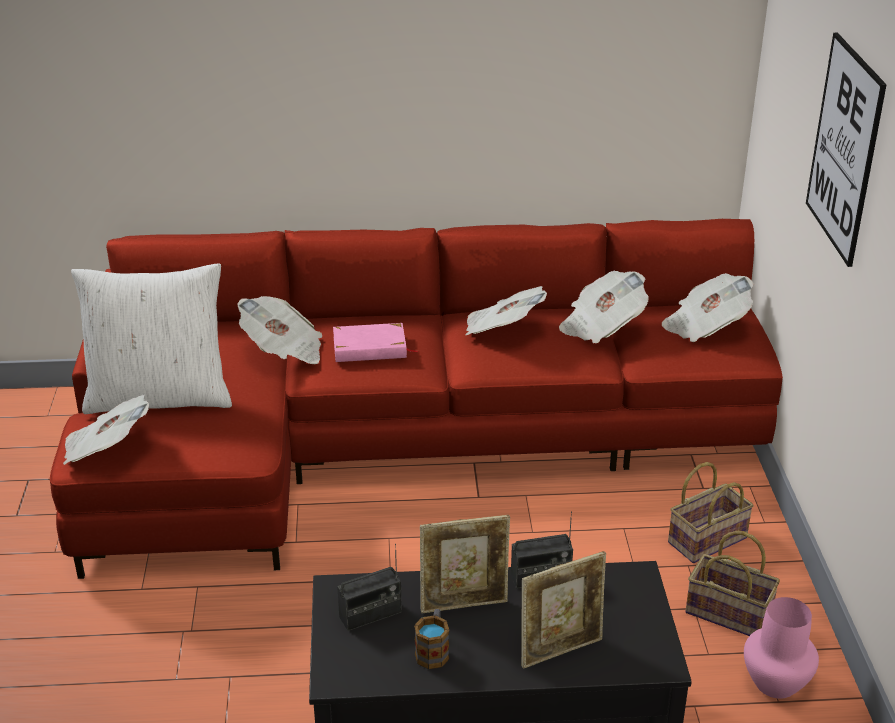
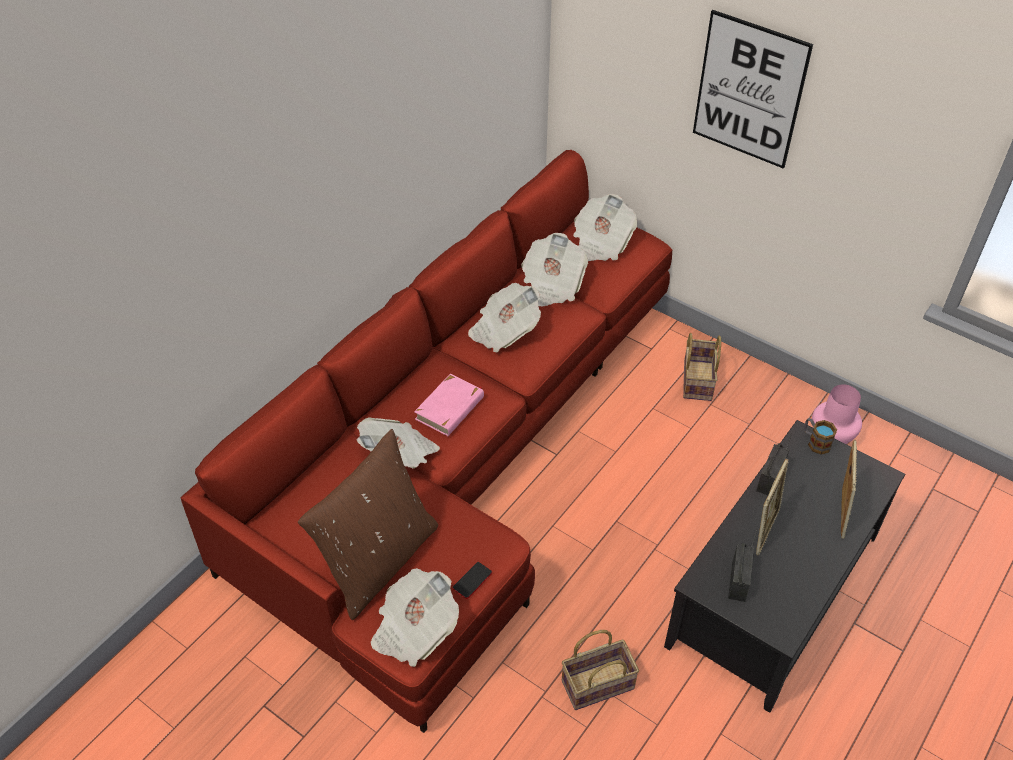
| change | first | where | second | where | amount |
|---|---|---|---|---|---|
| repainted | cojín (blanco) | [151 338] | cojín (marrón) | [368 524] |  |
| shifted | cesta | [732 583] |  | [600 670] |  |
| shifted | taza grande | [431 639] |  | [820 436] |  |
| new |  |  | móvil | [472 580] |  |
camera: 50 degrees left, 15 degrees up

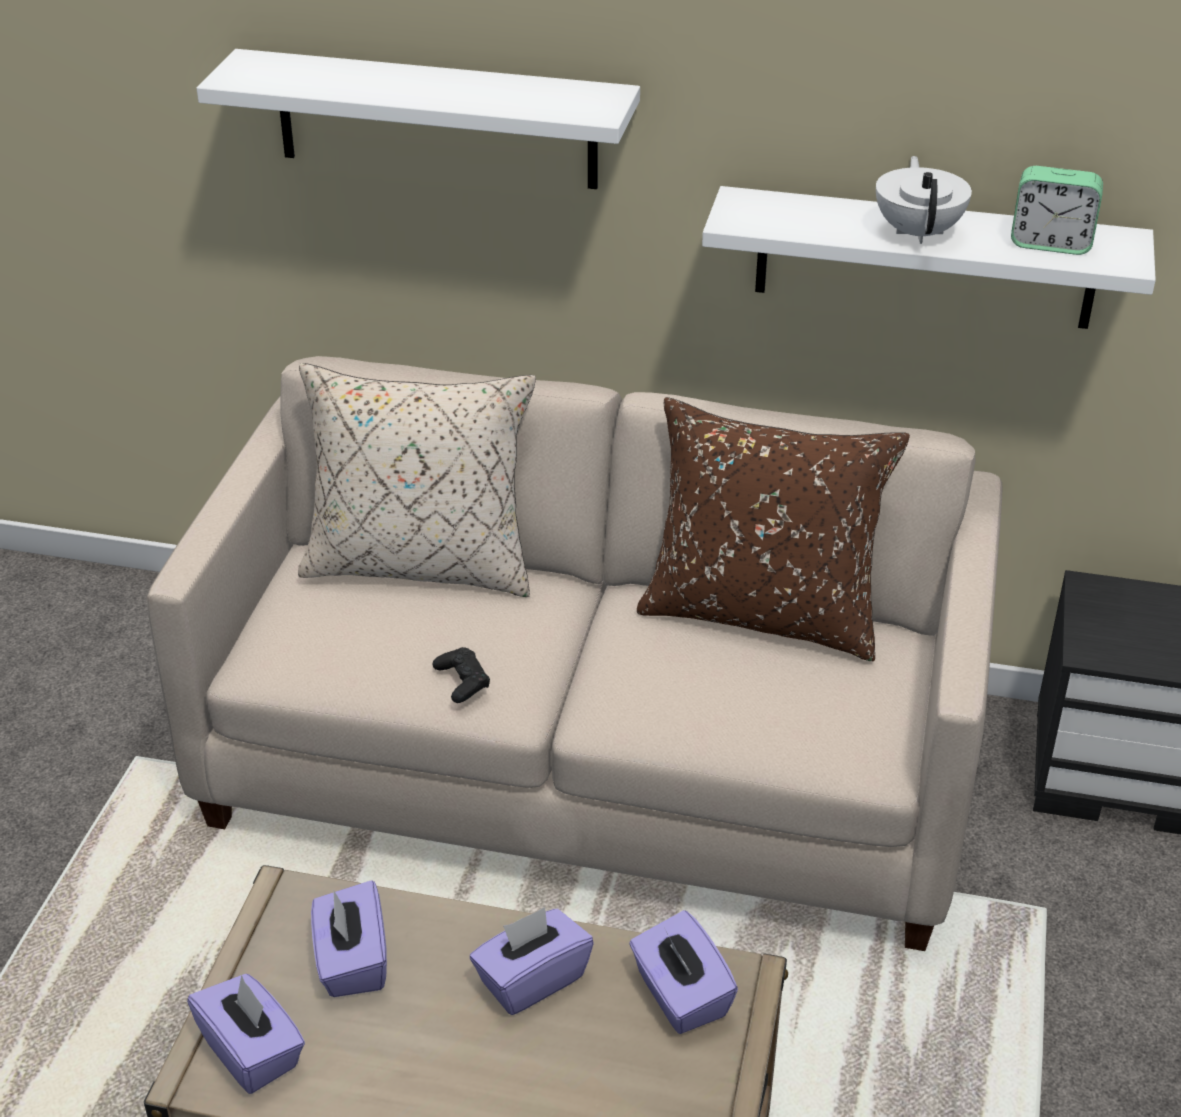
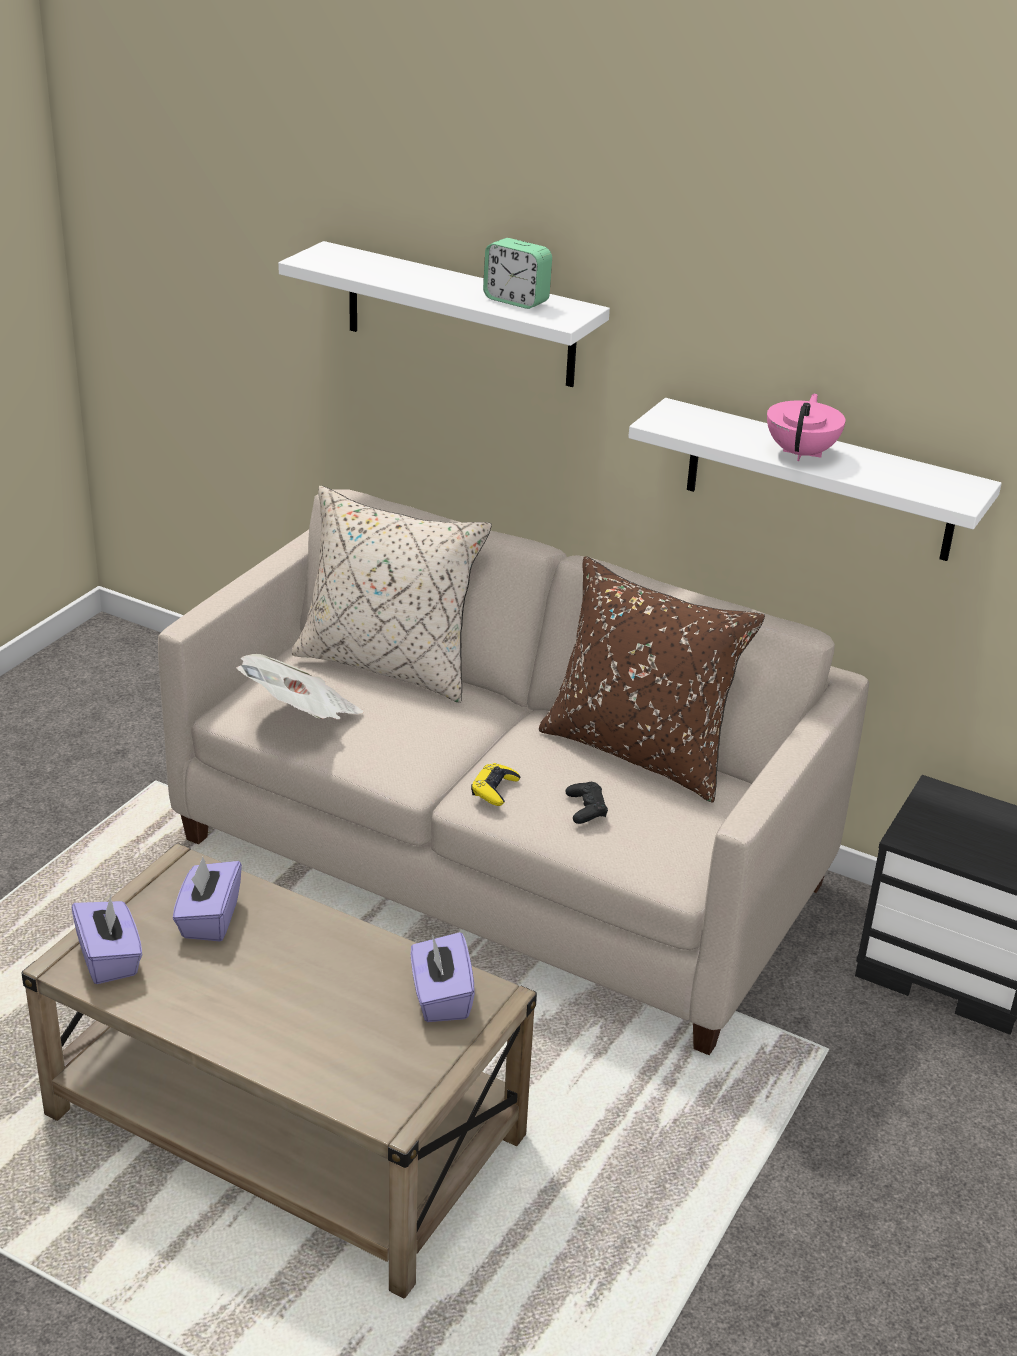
| change | first | where | second | where | amount |
|---|---|---|---|---|---|
| repainted | tetera (blanco) | [924 200] | tetera (rosa) | [806 427] |  |
| shifted | despertador | [1057 210] |  | [517 273] |  |
| shifted | mando de consola (negro) | [461 675] |  | [586 803] |  |
| gone | caja de pañuelos (morado) | [532 961] |  |  |  |
| new |  |  | periódico | [300 686] |  |
| new |  |  | mando de consola (amarillo) | [495 784] |  |
camera: 15 degrees right, 5 degrees down

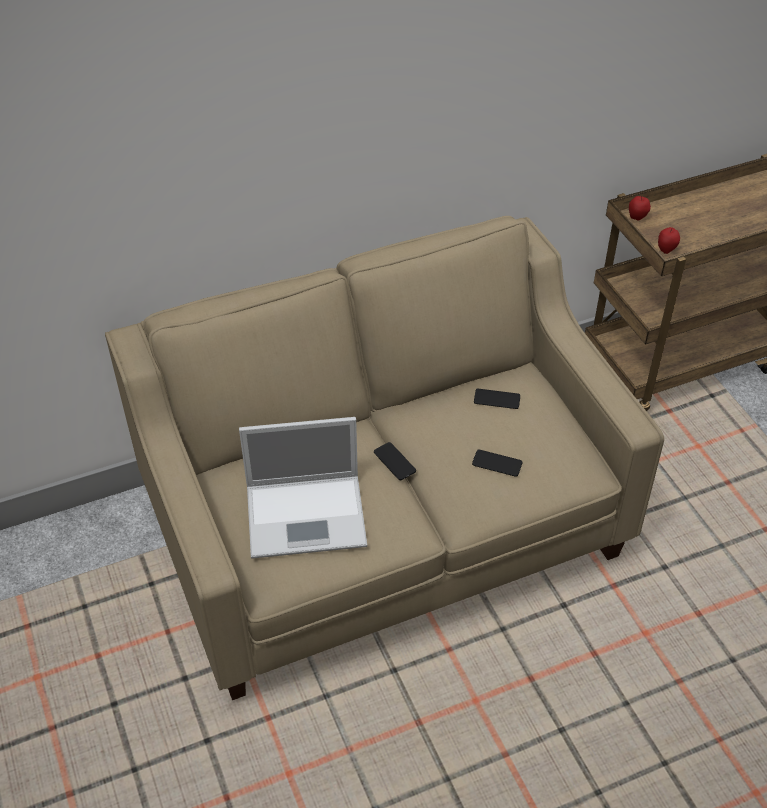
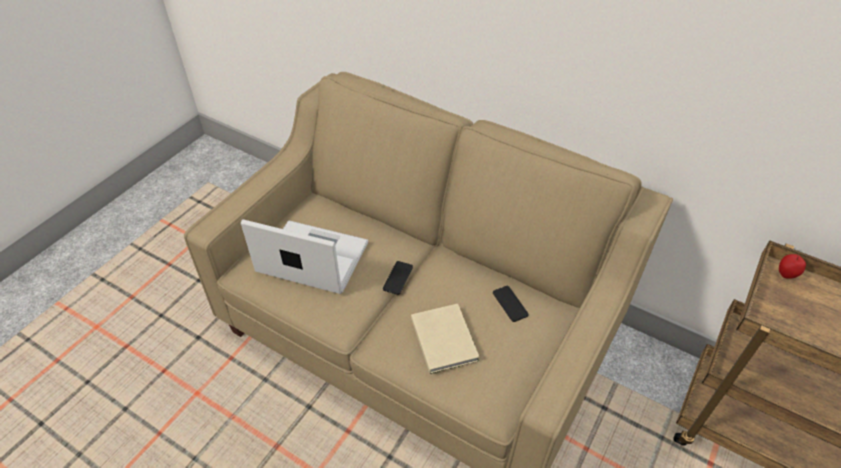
| change | first | where | second | where | amount |
|---|---|---|---|---|---|
| gone | manzana | [669 240] |  |  |  |
| rotated | portátil | [303 488] |  | [304 256] | 150 degrees clockwise |
| swapped | móvil | [497 463] | libro (beis) | [445 339] |  |
camera: 55 degrees right, 0 degrees up

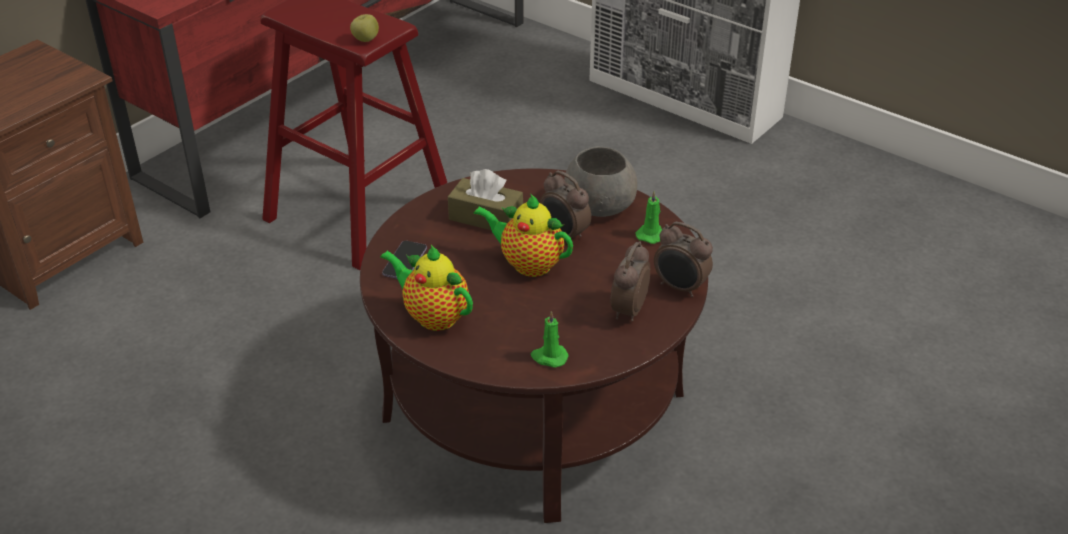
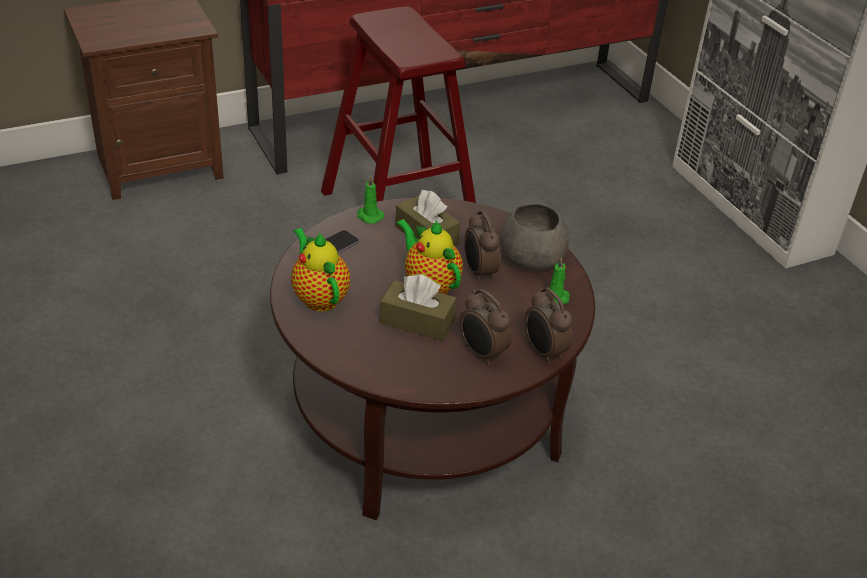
| change | first | where | second | where | amount |
|---|---|---|---|---|---|
| gone | manzana | [364 28] |  |  |  |
| rotated | despertador | [630 281] |  | [485 327] | 90 degrees counterclockwise |
| shifted | vela (verde) | [550 339] |  | [370 200] |  |
| new |  |  | caja de pañuelos (marrón) | [418 307] |  |
camera: 25 degrees right, 0 degrees up

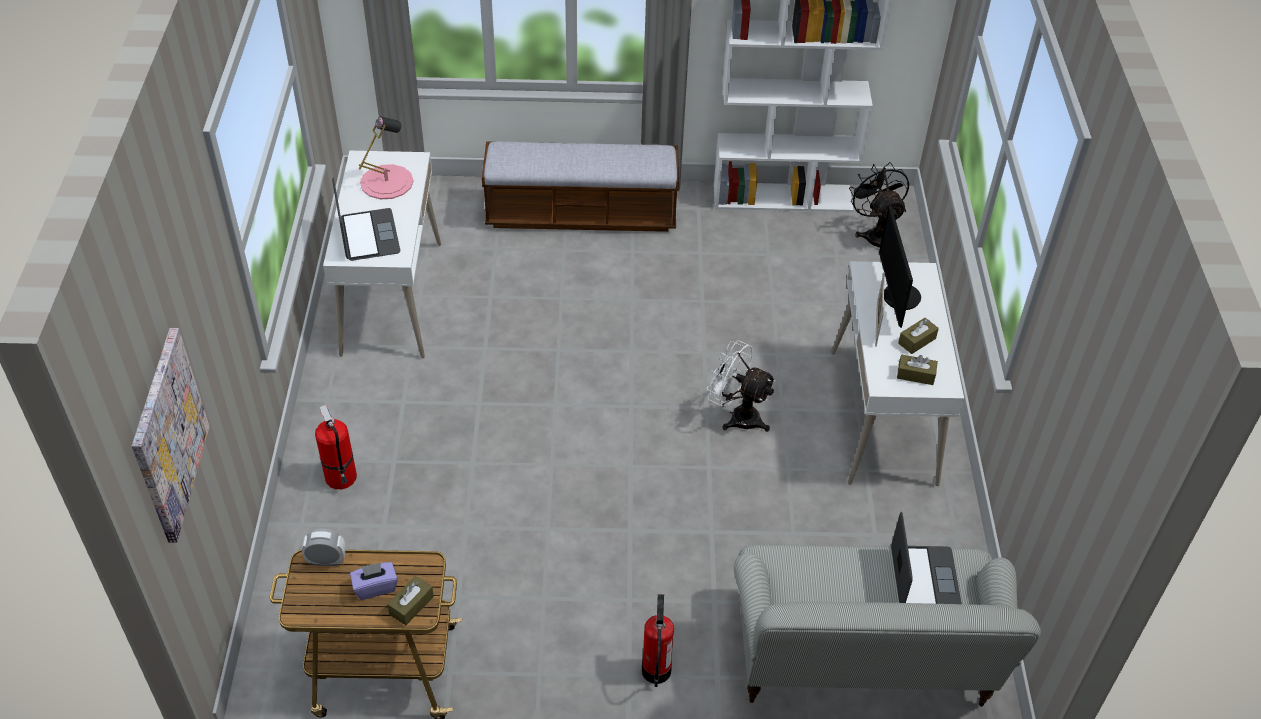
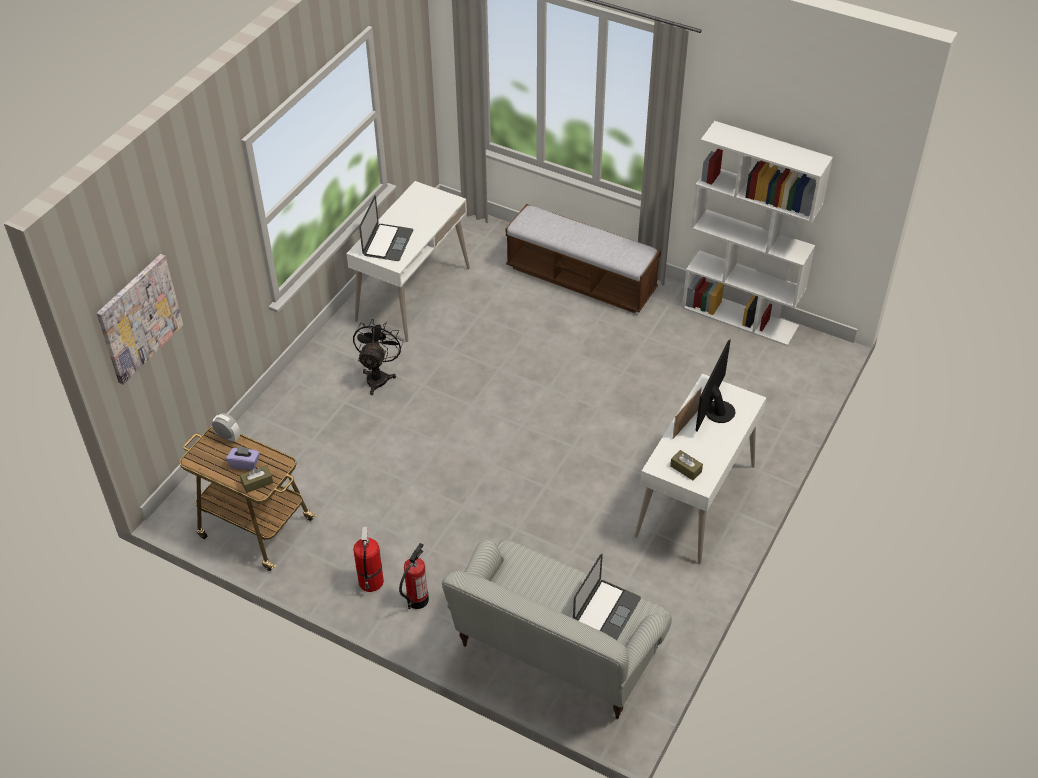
| change | first | where | second | where | amount |
|---|---|---|---|---|---|
| gone | lámpara de mesa (rosa) | [386 157] |  |  |  |
| shifted | ventilador (negro) | [879 205] |  | [378 357] |  |
| gone | caja de pañuelos (marrón) | [918 336] |  |  |  |
| gone | ventilador (blanco) | [741 386] |  |  |  |
| shifted | extintor | [336 447] |  | [368 559] |  |
camera: 30 degrees right, 0 degrees up

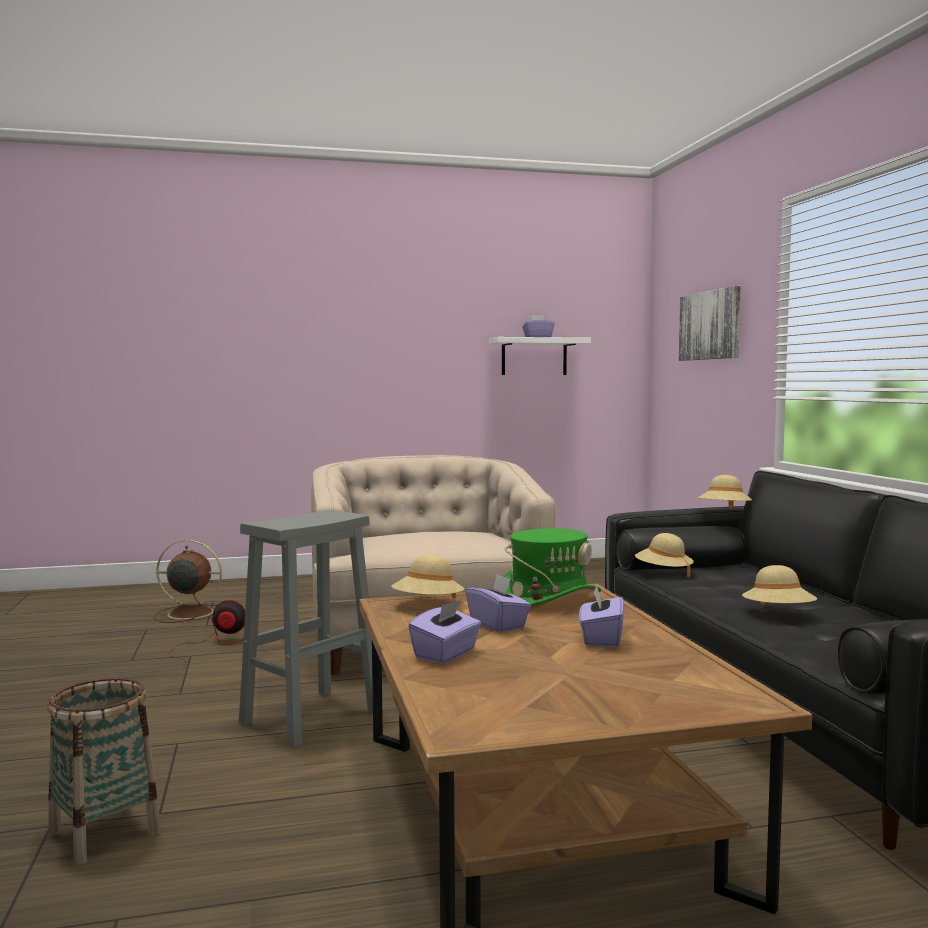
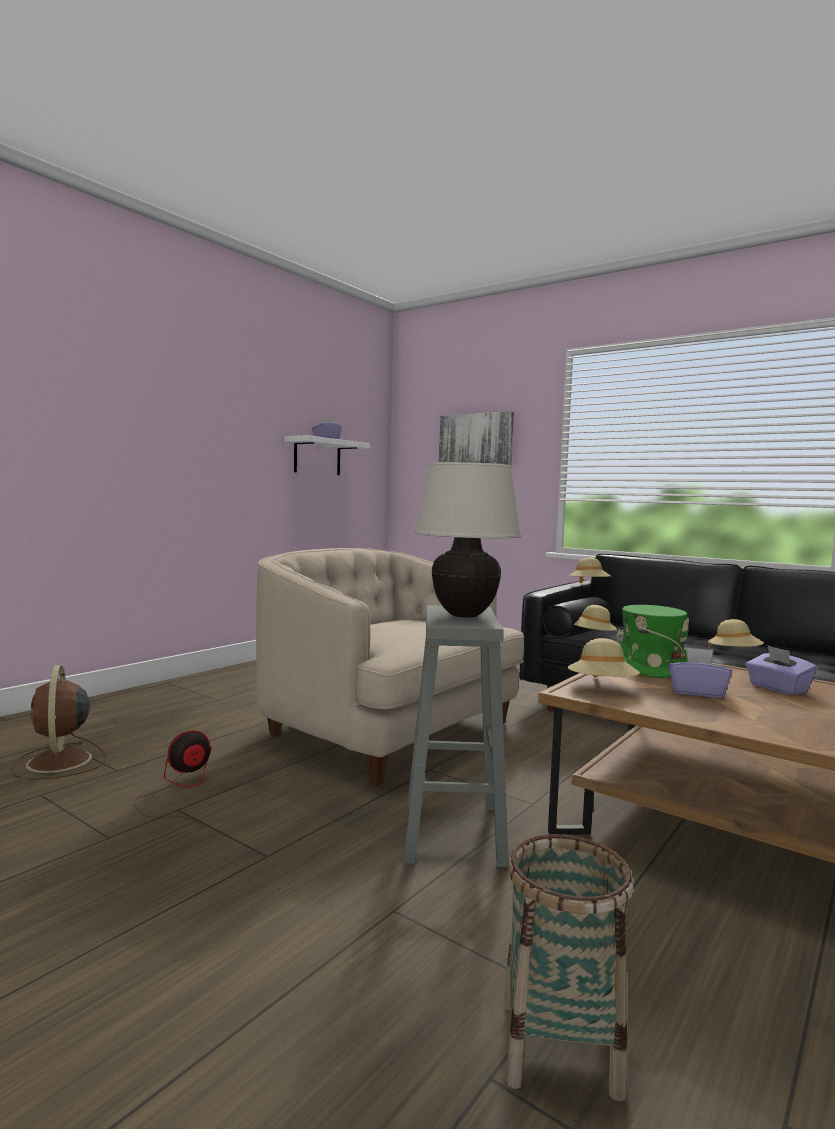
| change | first | where | second | where | amount |
|---|---|---|---|---|---|
| rotated | ventilador (marrón) | [188 581] |  | [58 722] | 75 degrees counterclockwise |
| gone | caja de pañuelos (morado) | [444 631] |  |  |  |
| new |  |  | lámpara de mesa (beis) | [468 540] |  |
camera: 40 degrees left, 0 degrees up

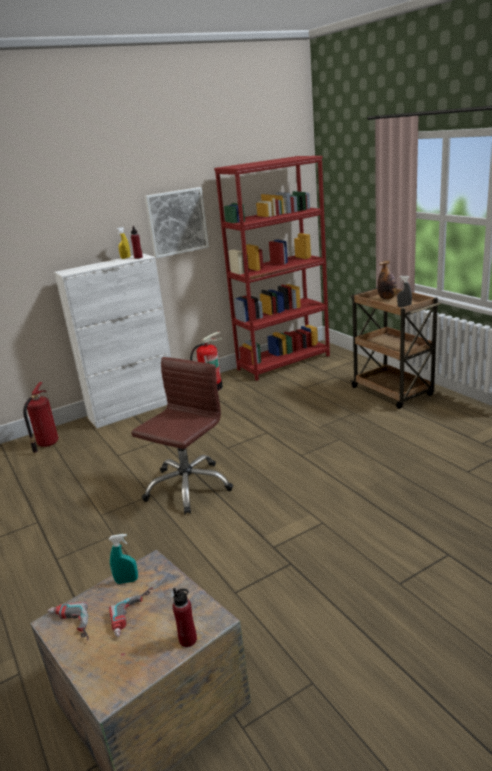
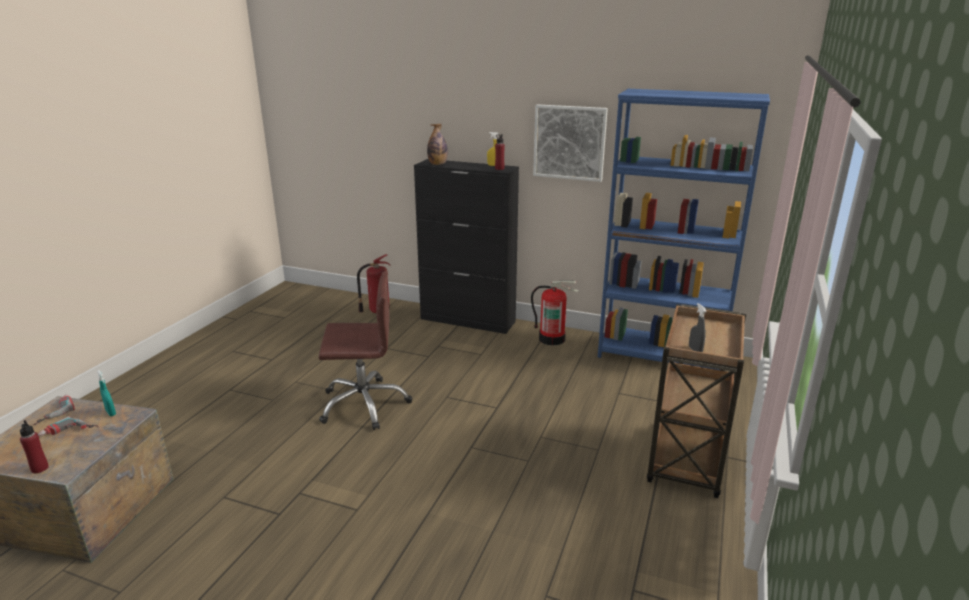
| change | first | where | second | where | amount |
|---|---|---|---|---|---|
| repainted | estantería (rojo) | [272 268] | estantería (azul) | [684 229] |  |
| repainted | armario (blanco) | [112 341] | armario (negro) | [466 246] |  |
| shifted | botella | [387 280] |  | [437 144] |  |
camera: 50 degrees right, 0 degrees up

